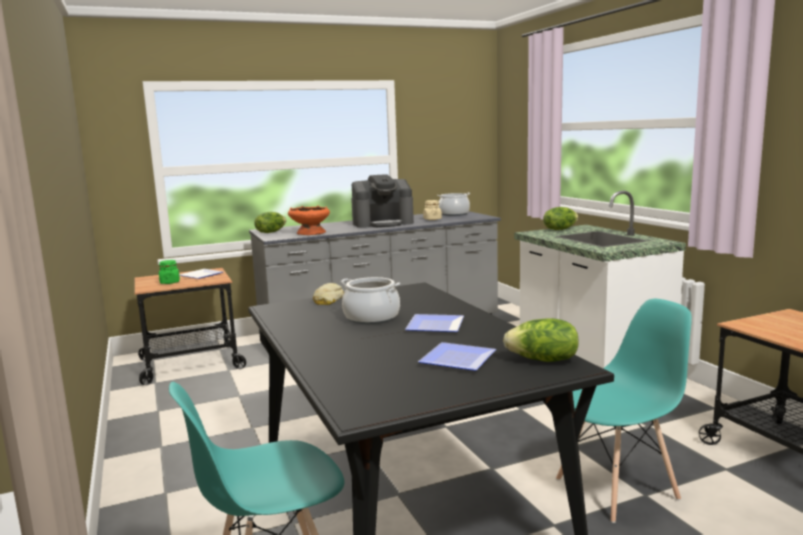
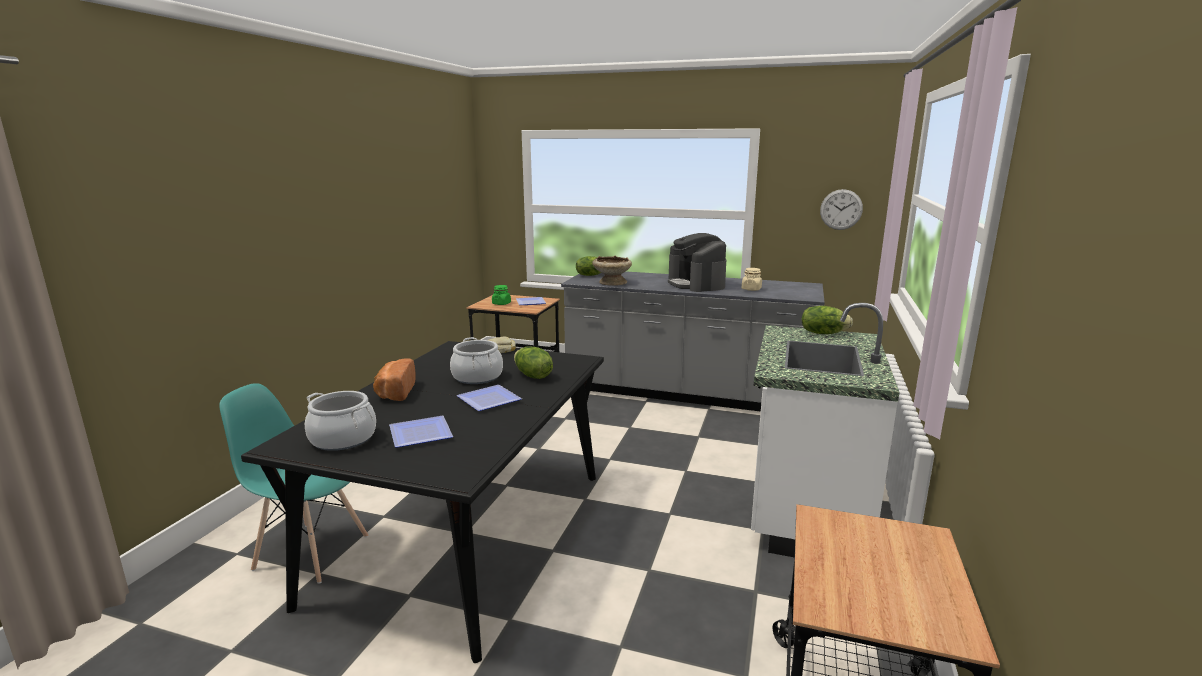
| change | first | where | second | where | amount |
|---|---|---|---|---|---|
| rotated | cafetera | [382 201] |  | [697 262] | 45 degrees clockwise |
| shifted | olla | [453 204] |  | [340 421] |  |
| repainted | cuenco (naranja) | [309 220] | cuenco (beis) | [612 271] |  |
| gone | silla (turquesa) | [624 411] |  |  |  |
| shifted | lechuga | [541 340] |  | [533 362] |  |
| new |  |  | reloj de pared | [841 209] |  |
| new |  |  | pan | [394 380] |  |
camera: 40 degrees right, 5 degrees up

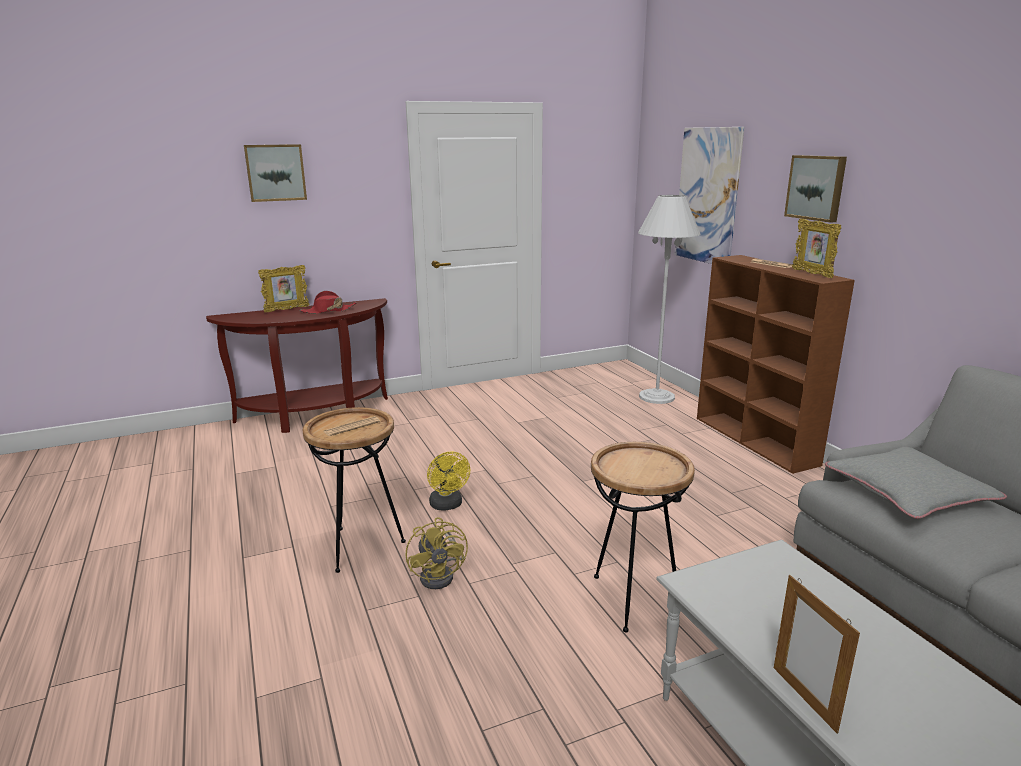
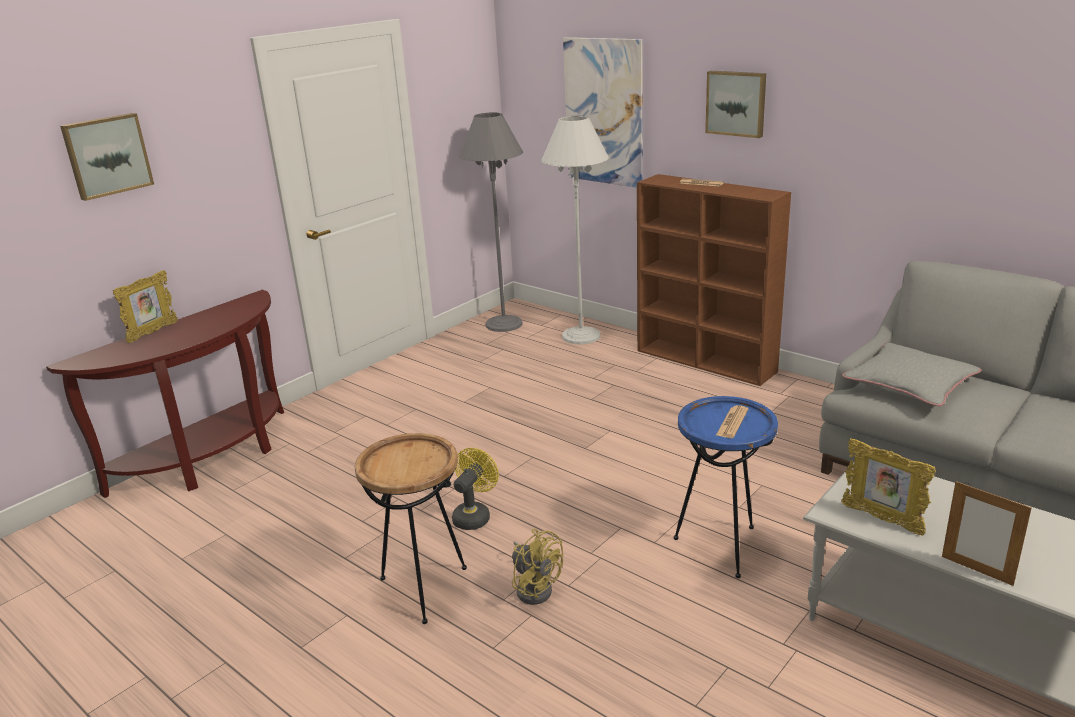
| change | first | where | second | where | amount |
|---|---|---|---|---|---|
| shifted | portarretratos | [816 248] |  | [888 487] |  |
| gone | sombrero (rojo) | [328 302] |  |  |  |
| shifted | periódico | [351 426] |  | [732 421] |  |
| repainted | mesa auxiliar (marrón) | [643 537] | mesa auxiliar (azul) | [726 487] |  |
| rotated | ventilador (amarillo) | [448 481] |  | [475 489] | 105 degrees counterclockwise |
| new |  |  | lámpara de pie (gris) | [491 222] |  |
camera: 25 degrees left, 5 degrees up

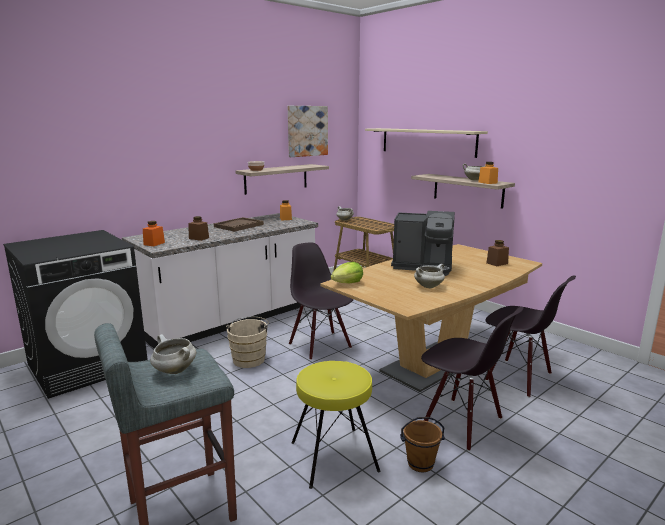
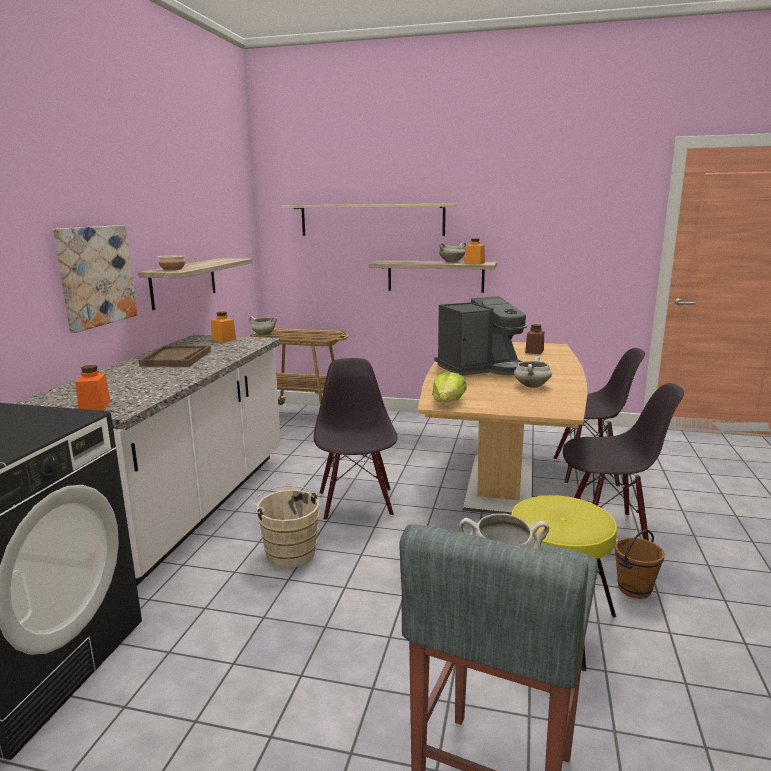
| change | first | where | second | where | amount |
|---|---|---|---|---|---|
| shifted | cuadro | [308 131] |  | [95 279] |  |
| gone | tarro (marrón) | [198 228] |  |  |  |
| rotated | silla (negro) | [321 301] |  | [356 439] | 60 degrees clockwise |
camera: 35 degrees left, 0 degrees up

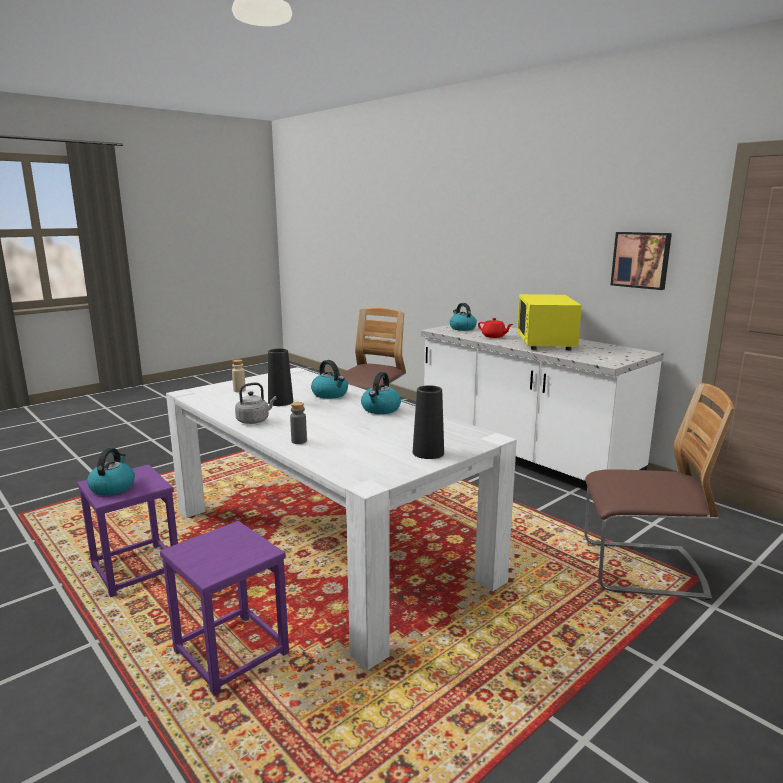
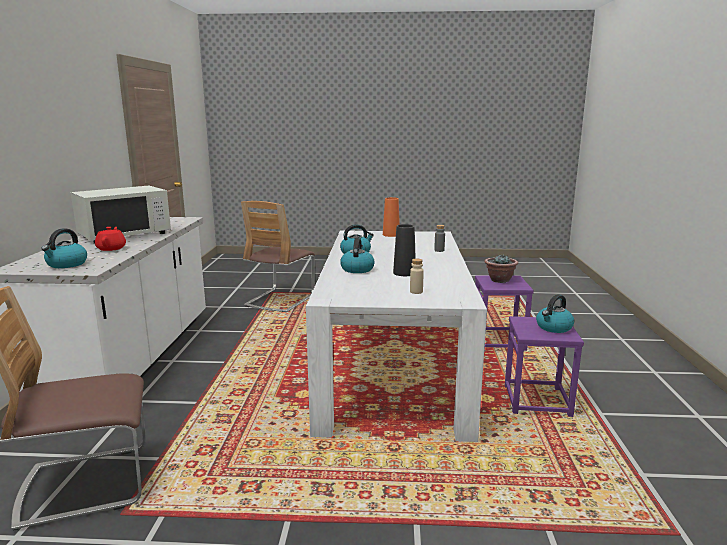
| change | first | where | second | where | amount |
|---|---|---|---|---|---|
| gone | cuadro | [641 261] |  |  |  |
| repainted | microondas (amarillo) | [549 322] | microondas (blanco) | [121 215] |  |
| gone | hervidor (gris) | [256 403] |  |  |  |
| rotated | silla | [659 491] |  | [278 256] | 120 degrees counterclockwise |
| repainted | florero (negro) | [428 422] | florero (naranja) | [391 217] |  |
| new |  |  | planta en maceta | [501 268] |  |
camera: 135 degrees left, 0 degrees up

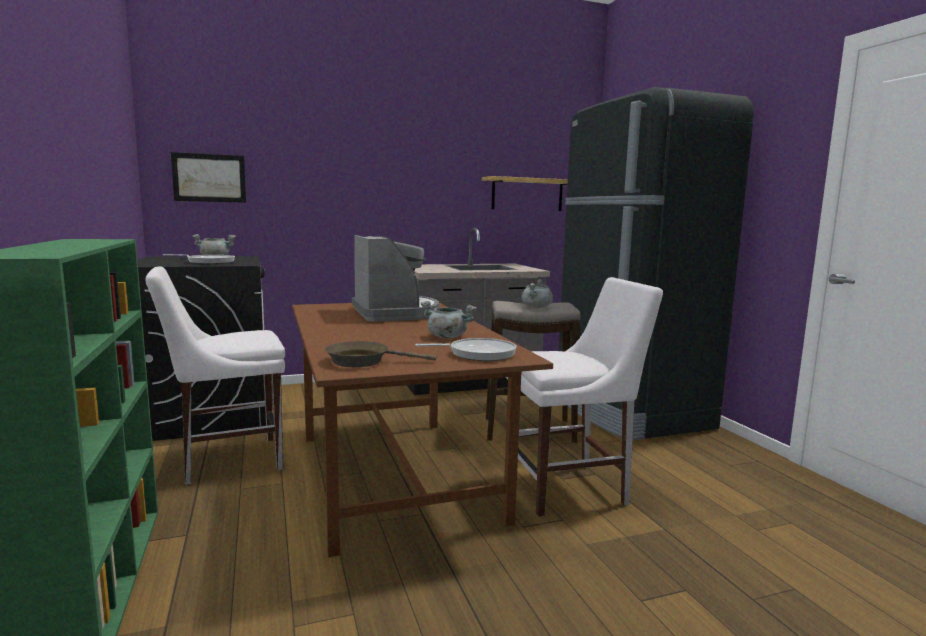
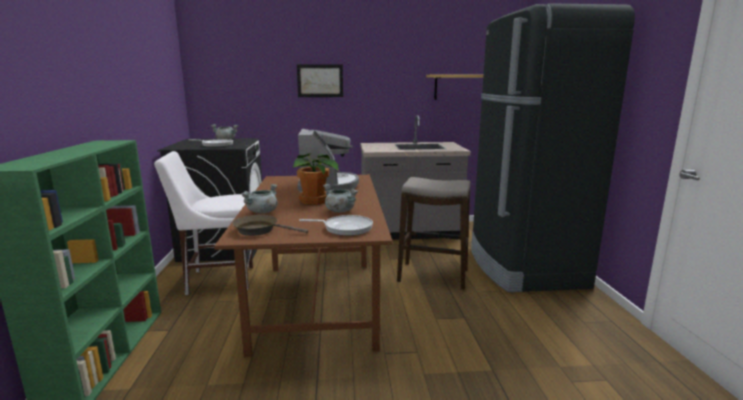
| change | first | where | second | where | amount |
|---|---|---|---|---|---|
| shifted | cuadro | [208 177] |  | [320 80] |  |
| gone | silla (blanco) | [584 397] |  |  |  |
| shifted | olla (gris) | [537 293] |  | [259 199] |  |
| new |  |  | planta en maceta | [315 179] |  |
camera: 15 degrees right, 5 degrees up

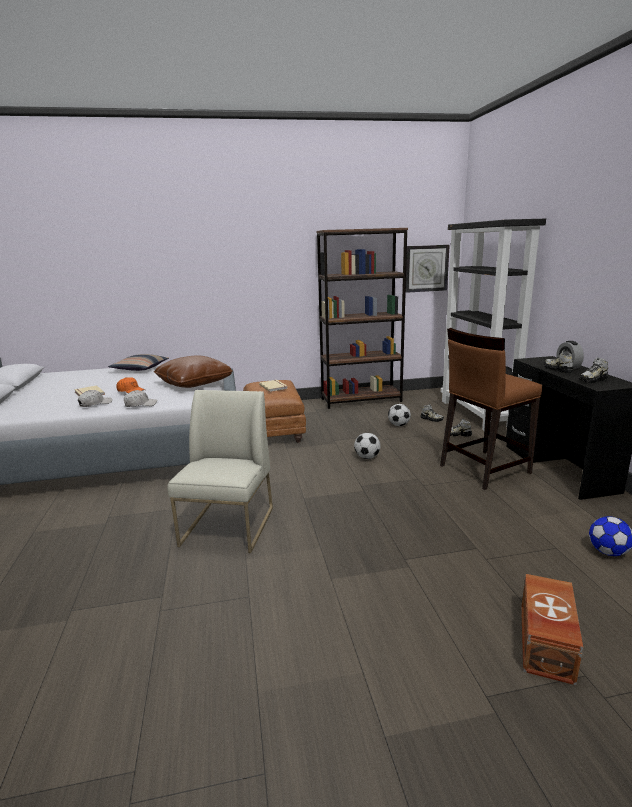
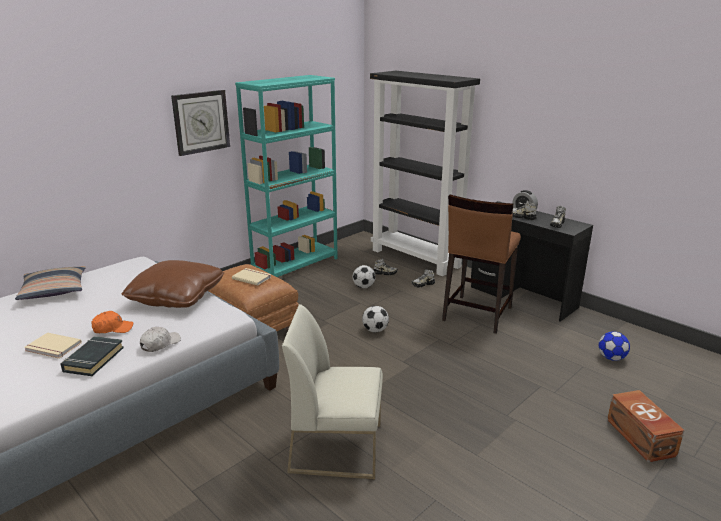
| change | first | where | second | where | amount |
|---|---|---|---|---|---|
| repainted | estantería (marrón) | [362 318] | estantería (turquesa) | [286 176] |  |
| shifted | reloj de pared | [428 269] |  | [200 123] |  |
| swapped | gorra (blanco) | [95 398] | libro (negro) | [92 356] |  |
| rotated | silla (blanco) | [220 471] |  | [332 391] | 60 degrees counterclockwise |
camera: 35 degrees left, 5 degrees up

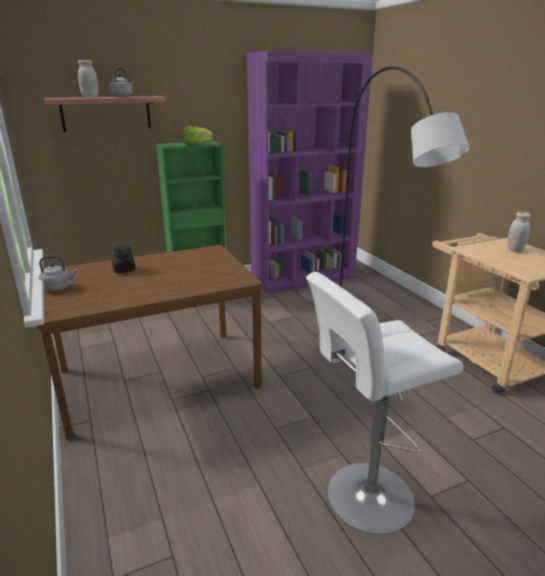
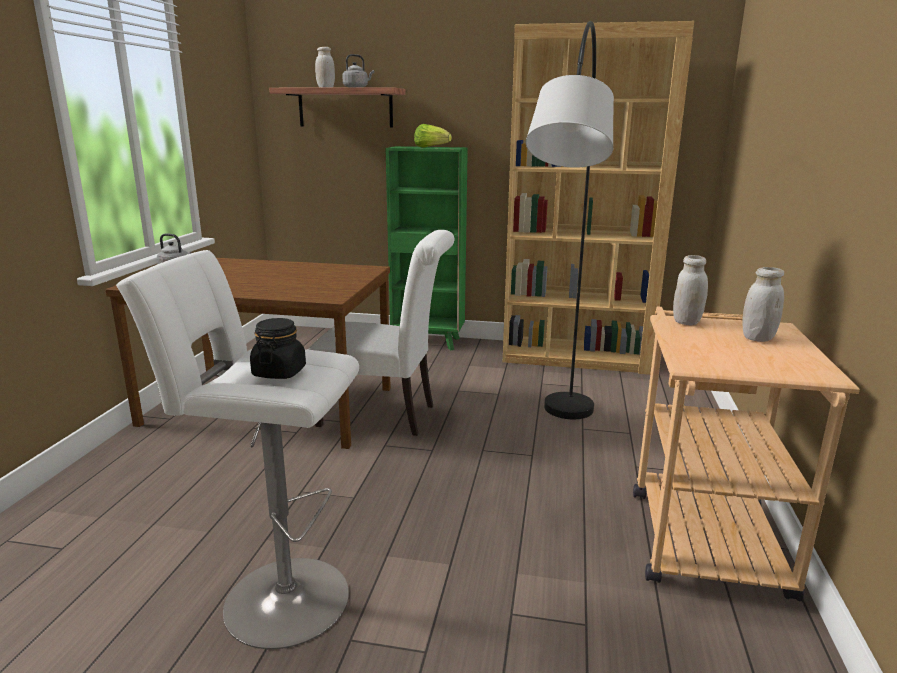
| change | first | where | second | where | amount |
|---|---|---|---|---|---|
| repainted | estantería (morado) | [309 172] | estantería (marrón) | [598 198] |  |
| shifted | tarro (negro) | [123 259] |  | [278 348] |  |
| new |  |  | silla (blanco) | [381 333] |  |
| new |  |  | tarro (blanco) | [690 290] |  |
camera: 35 degrees right, 5 degrees down

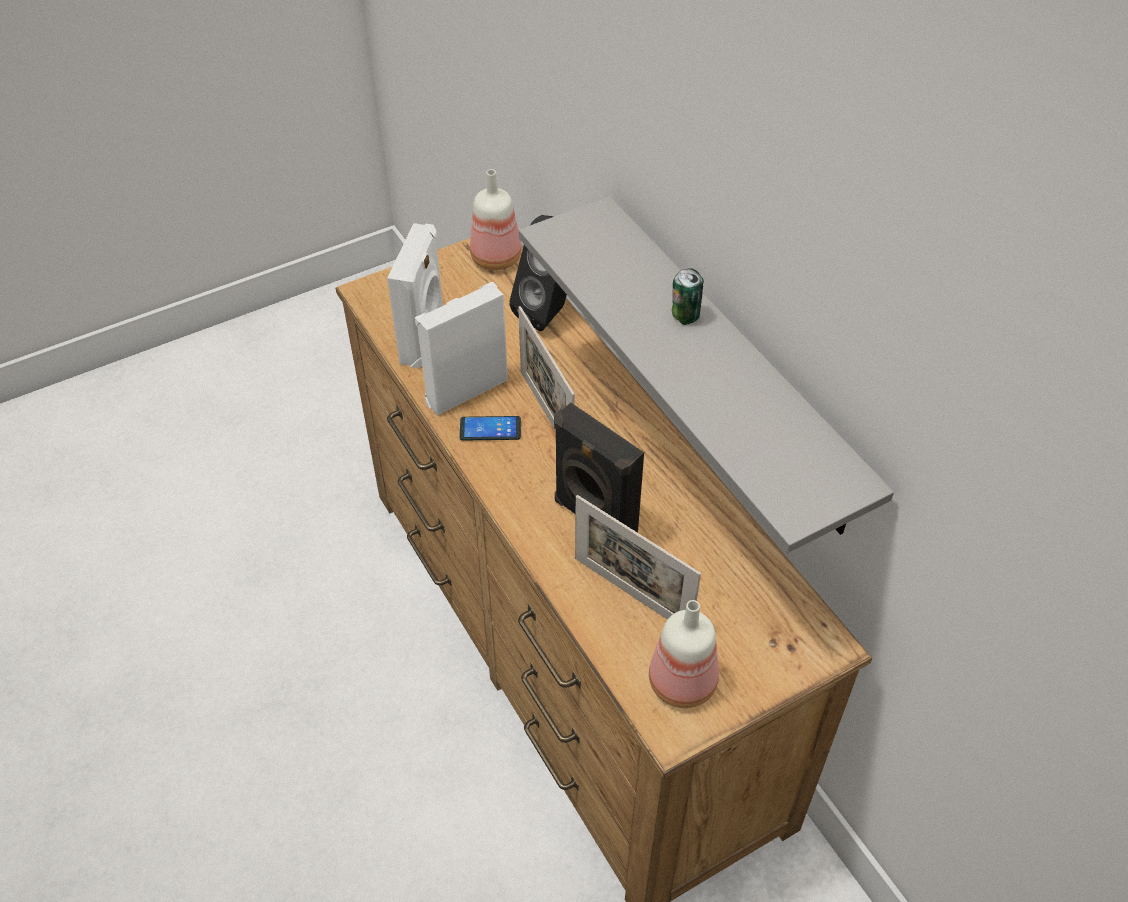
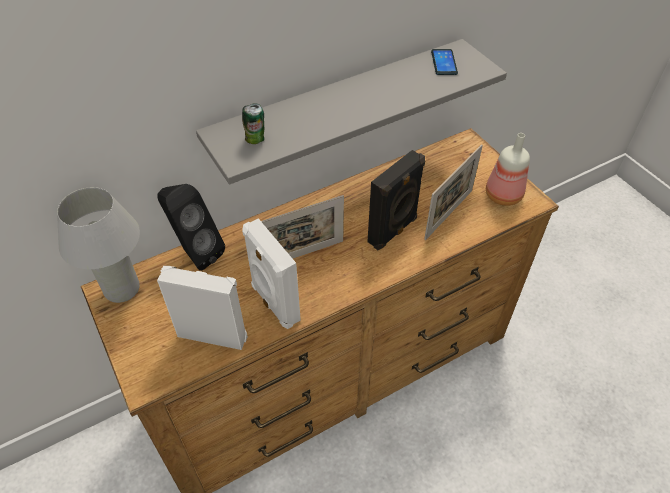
| change | first | where | second | where | amount |
|---|---|---|---|---|---|
| swapped | botella | [496 219] | lámpara de mesa (blanco) | [98 245] |  |
| shifted | lata | [688 296] |  | [253 123] |  |
| shifted | móvil | [490 428] |  | [444 62] |  |
camera: 90 degrees left, 0 degrees up

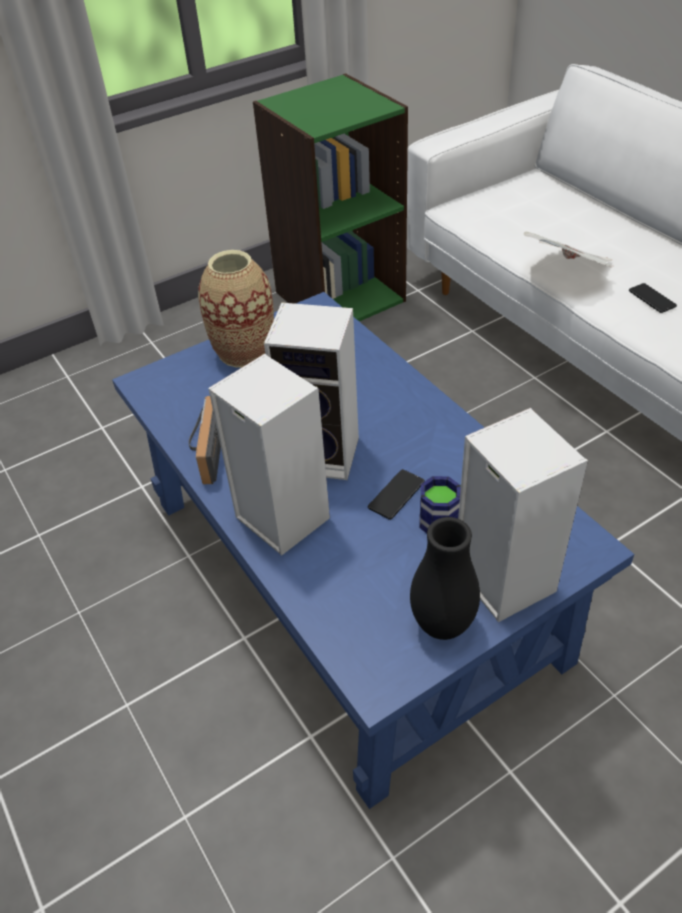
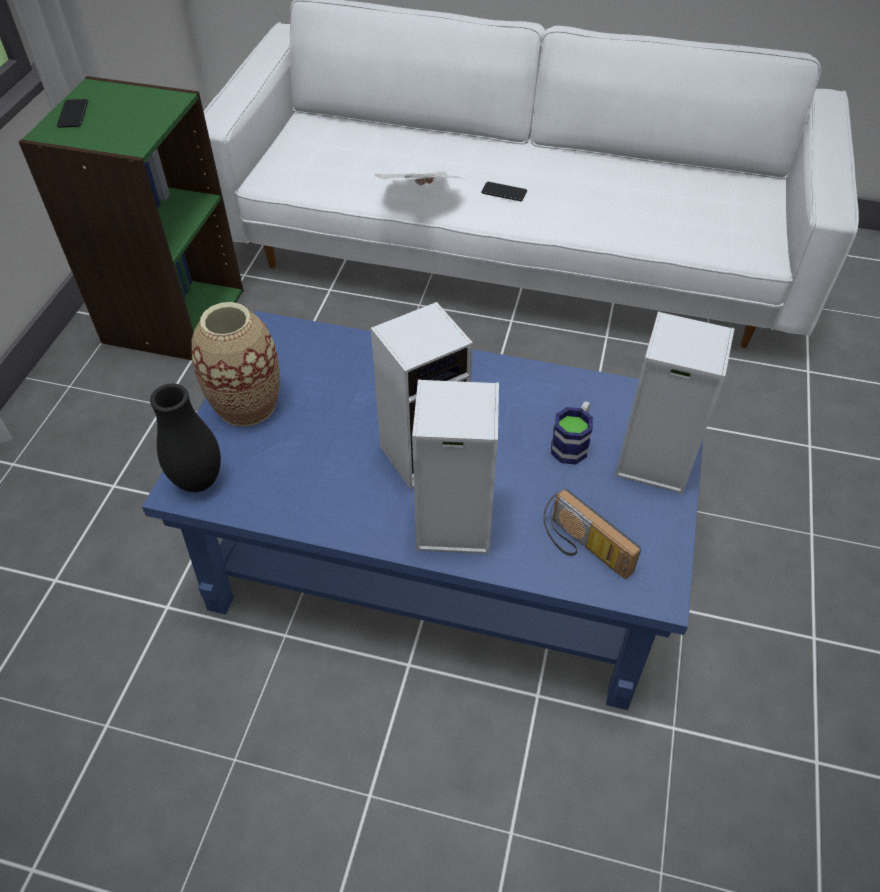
| change | first | where | second | where | amount |
|---|---|---|---|---|---|
| shifted | radio | [205 440] |  | [592 534] |  |
| shifted | móvil | [396 494] |  | [72 113] |  |
| shifted | florero (negro) | [445 578] |  | [185 437] |  |
camera: 45 degrees left, 5 degrees up

